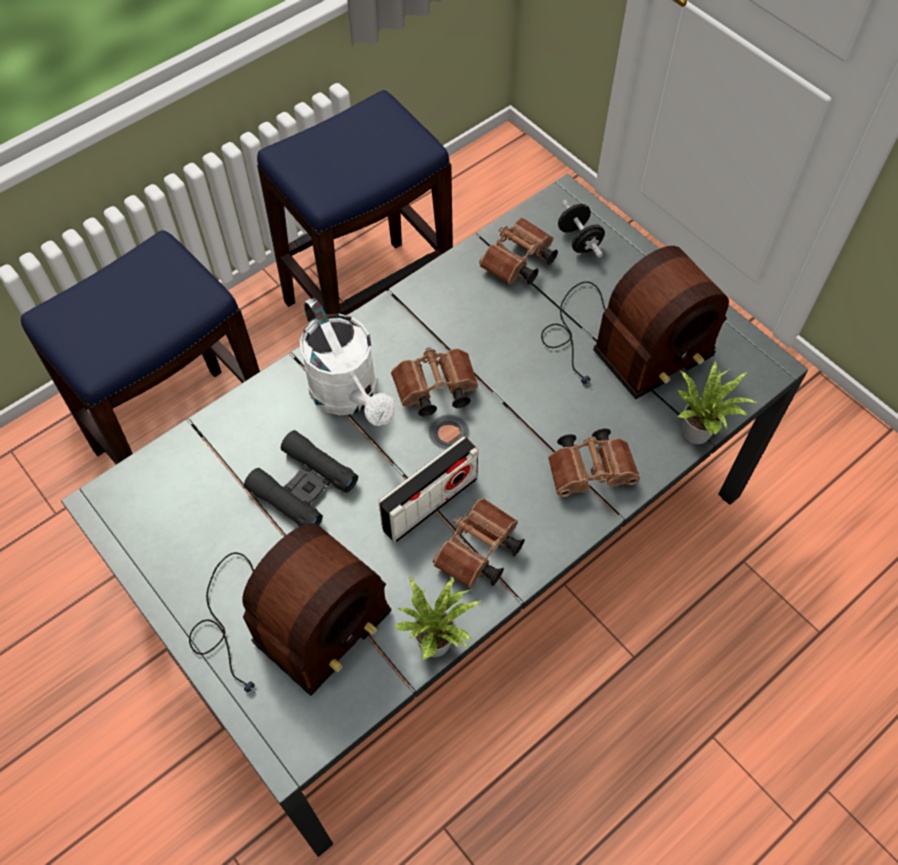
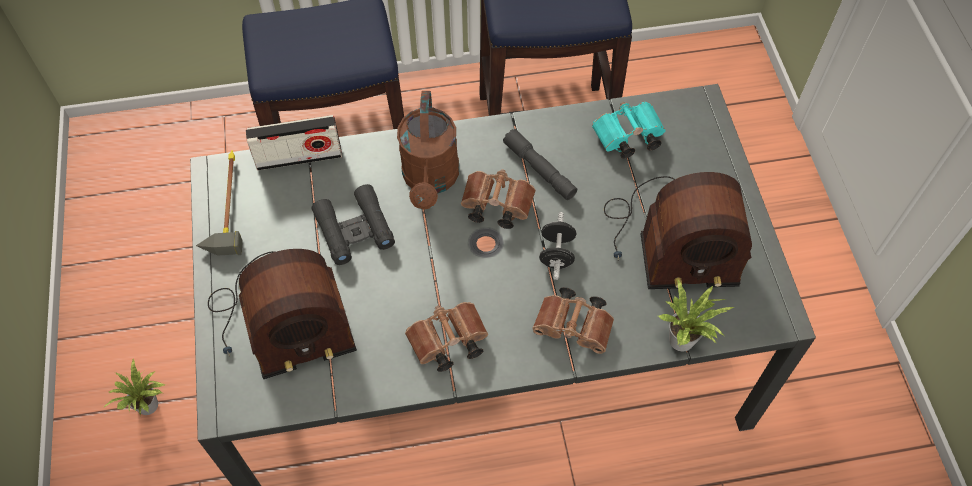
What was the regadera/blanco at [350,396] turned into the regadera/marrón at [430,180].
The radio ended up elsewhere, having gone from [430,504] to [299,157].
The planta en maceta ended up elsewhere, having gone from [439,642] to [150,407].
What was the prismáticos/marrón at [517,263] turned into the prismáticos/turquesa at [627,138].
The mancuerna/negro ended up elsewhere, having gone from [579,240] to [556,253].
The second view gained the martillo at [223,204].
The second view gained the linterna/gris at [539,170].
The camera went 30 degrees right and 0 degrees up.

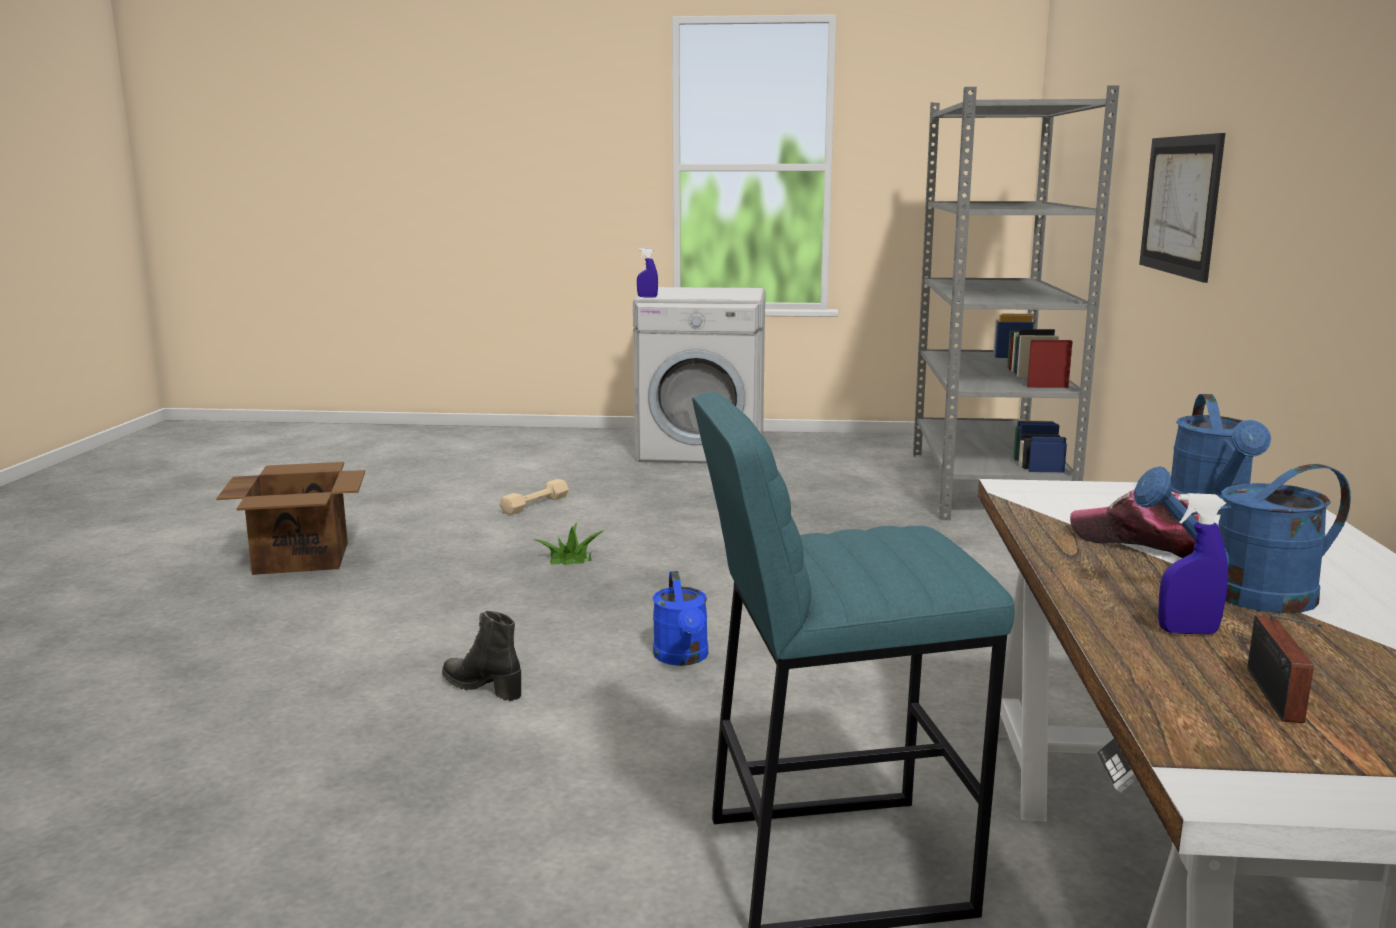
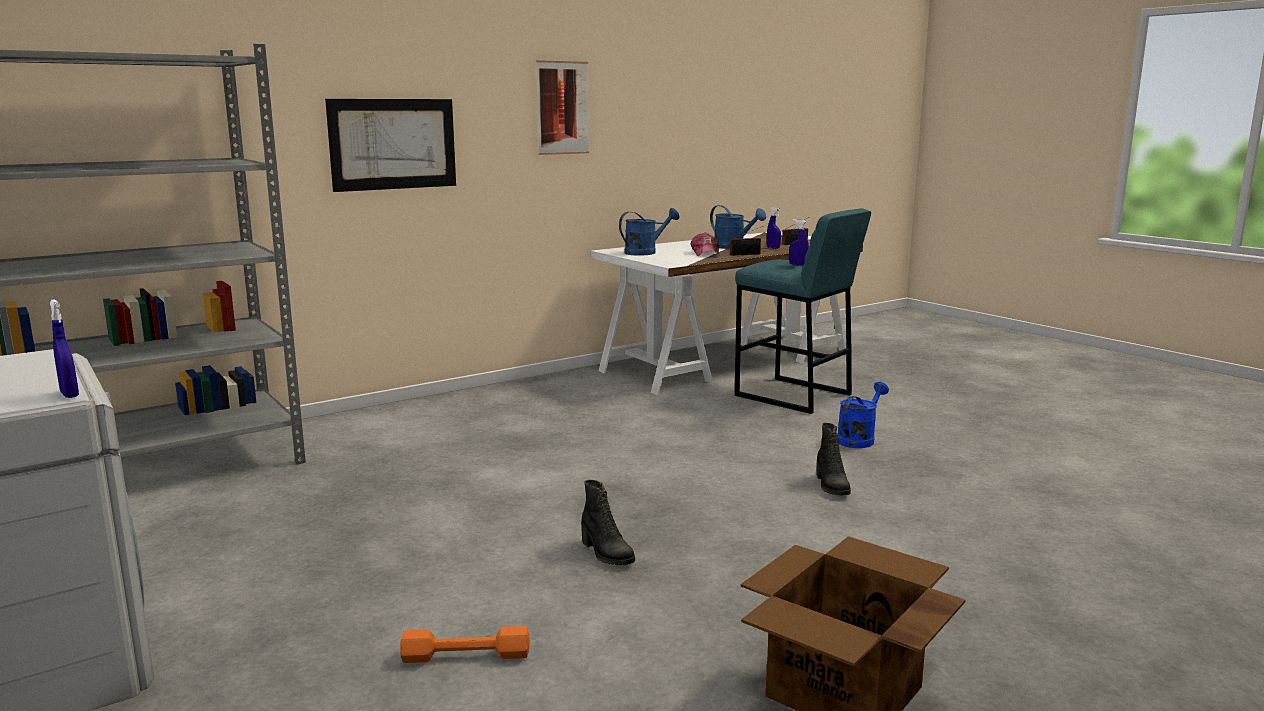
What was the mancuerna/beis at [535,505] turned into the mancuerna/naranja at [466,655].
Where the planta en maceta stood at [569,558], the bota/negro came to stand at [606,554].
The regadera/azul ended up elsewhere, having gone from [683,658] to [858,439].
The second view gained the cuadro at [562,108].
The second view gained the radio at [747,254].
The second view gained the pulverizador/azul at [798,265].
The camera went 130 degrees left and 0 degrees up.

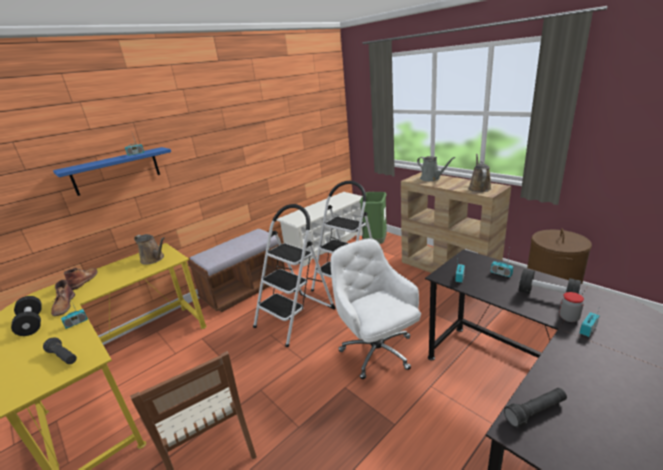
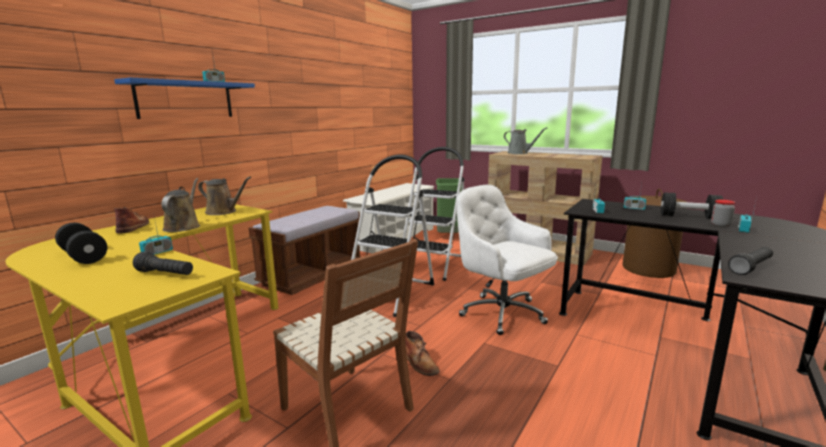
The bota/marrón ended up elsewhere, having gone from [64,305] to [420,363].
The regadera/marrón ended up elsewhere, having gone from [479,188] to [183,226].
The camera went 15 degrees left and 10 degrees down.

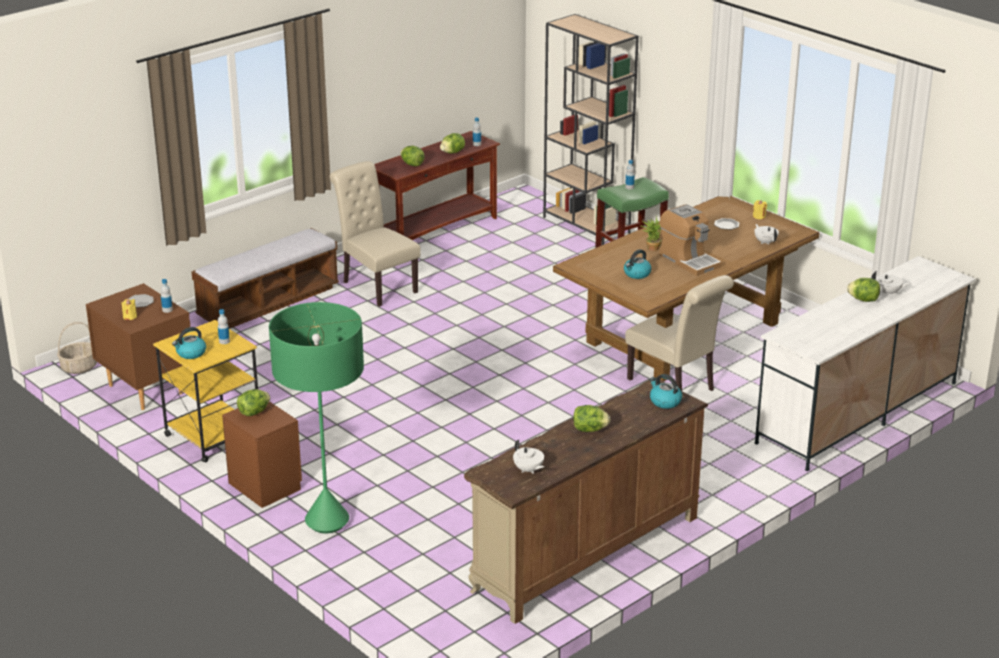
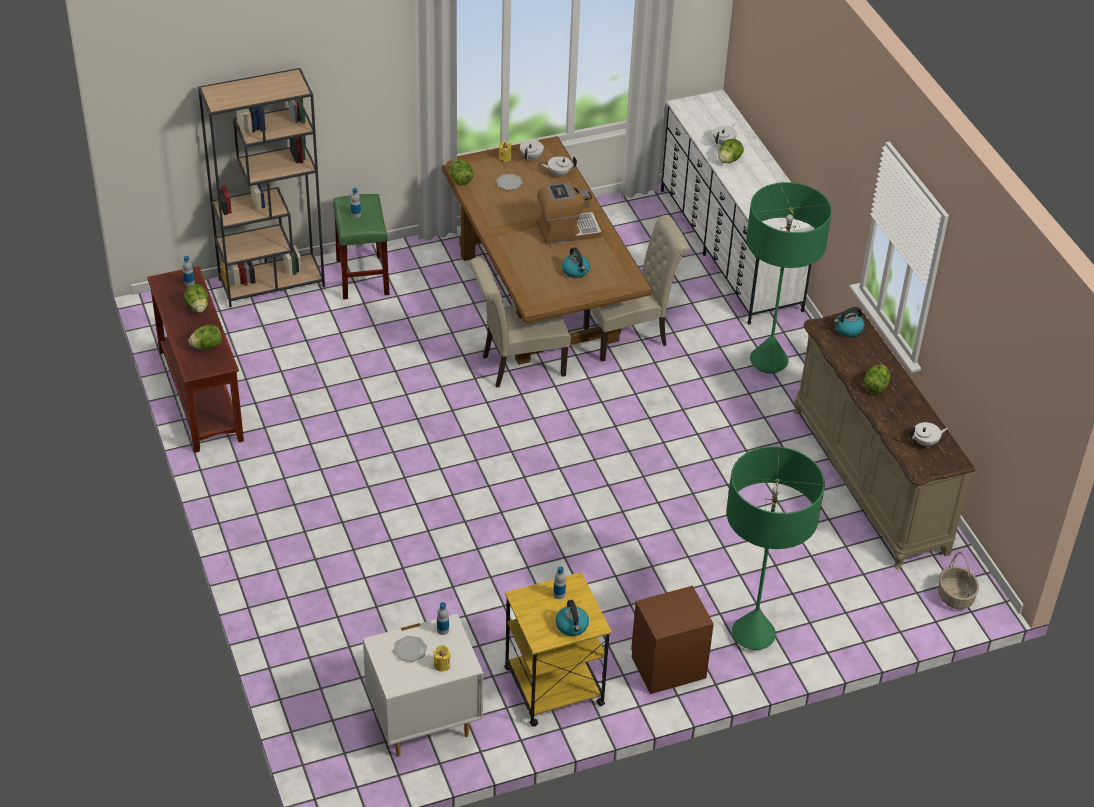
The cesta ended up elsewhere, having gone from [79,367] to [955,596].
What was the mesita de noche/marrón at [146,389] turned into the mesita de noche/blanco at [424,724].
The second view lost the banco at [269,303].
The lechuga ended up elsewhere, having gone from [254,412] to [460,180].
The silla/beis ended up elsewhere, having gone from [376,285] to [518,366].
The second view lost the planta en maceta at [651,248].
The second view gained the tetera/blanco at [531,157].
The second view gained the lámpara de pie/verde at [768,363].
The camera went 70 degrees left and 15 degrees up.

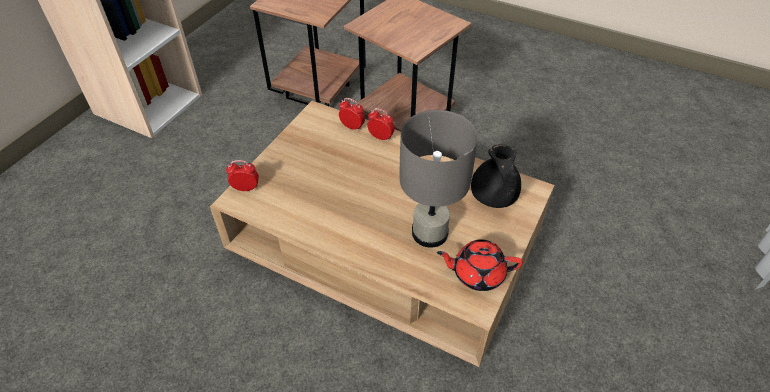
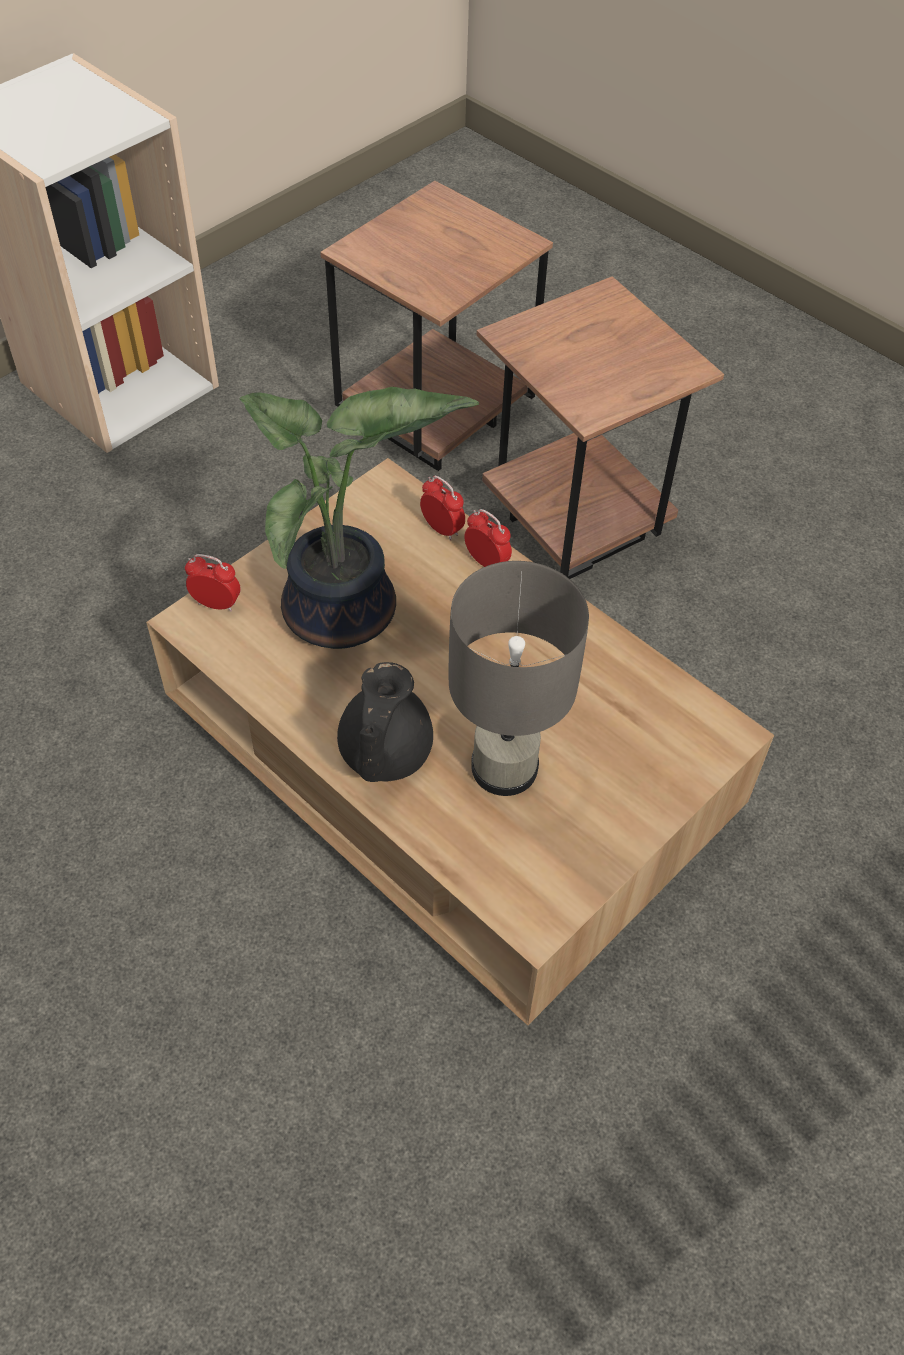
The second view lost the tetera/rojo at [477,273].
The tetera/negro ended up elsewhere, having gone from [494,196] to [383,754].
The second view gained the planta en maceta at [344,617].
The camera went 15 degrees right and 5 degrees up.

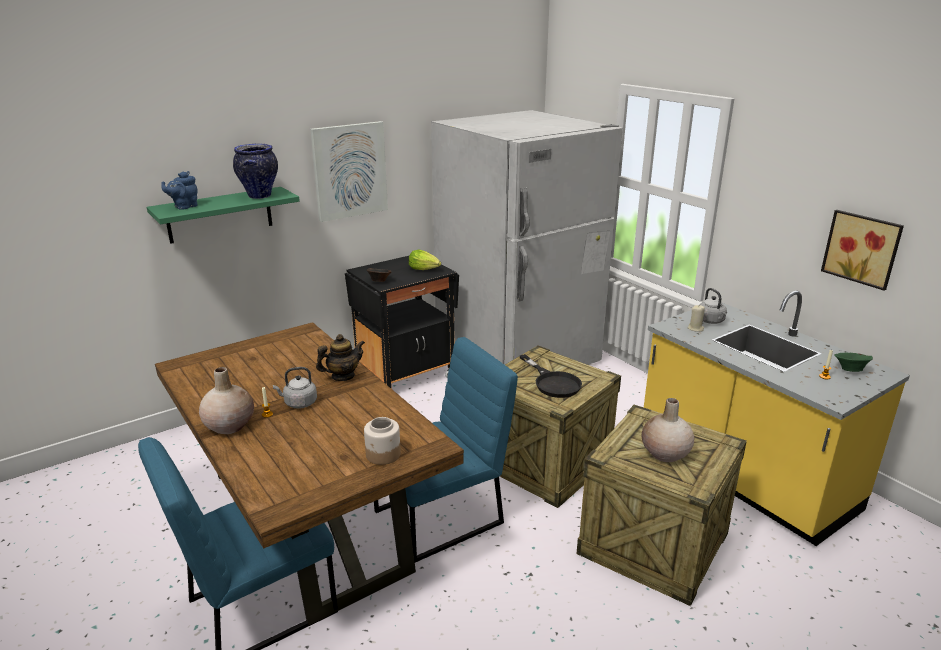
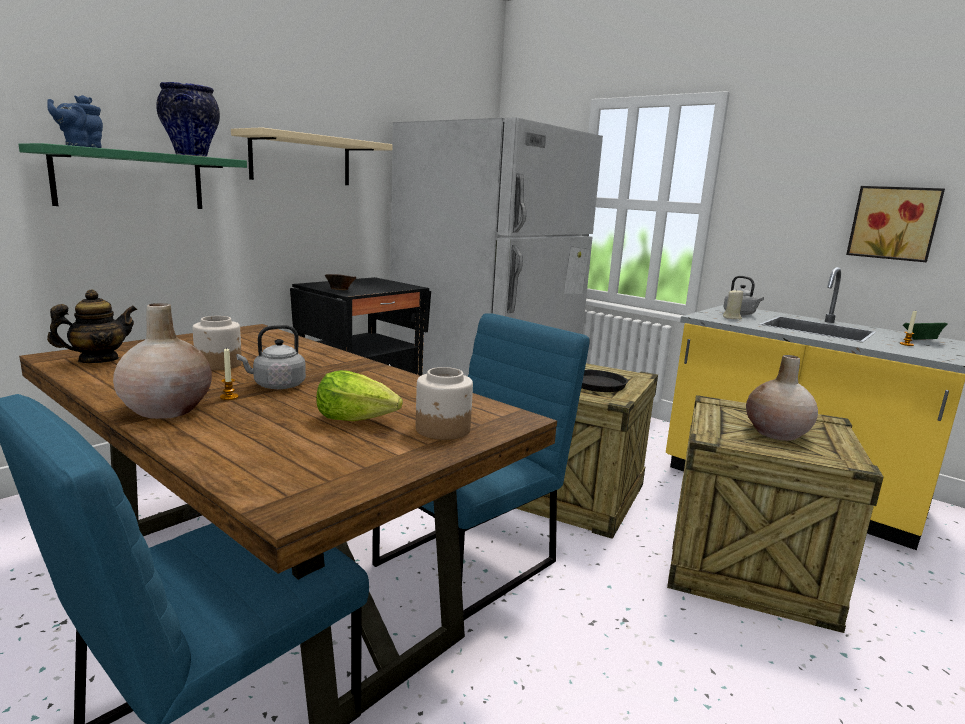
Where the cuadro hung at [349,171], the estante/beis came to hang at [301,160].
The tetera ended up elsewhere, having gone from [342,376] to [98,360].
The lechuga ended up elsewhere, having gone from [424,269] to [357,419].
The second view gained the tarro at [219,364].
The camera went 15 degrees left and 10 degrees down.

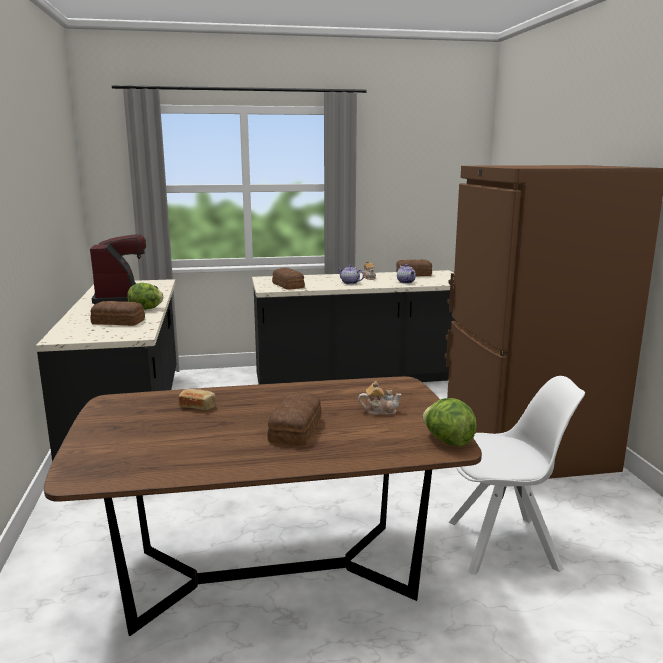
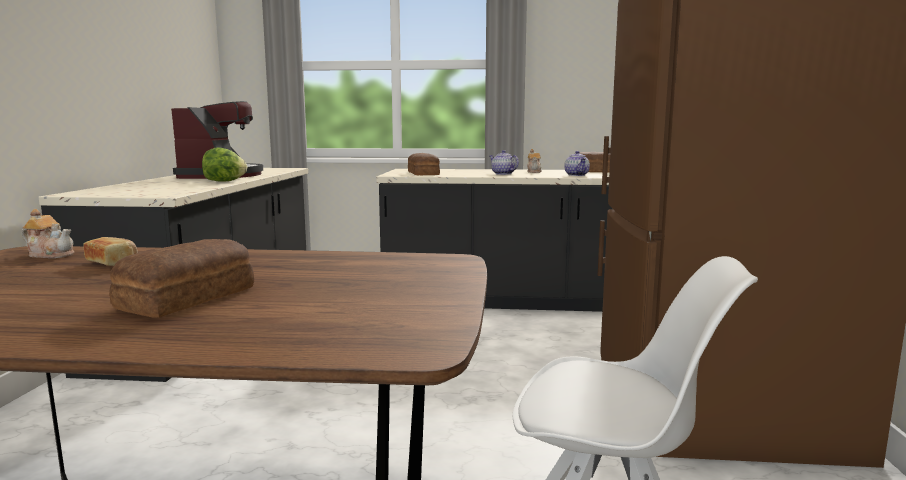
The second view lost the pan at [118,322].
The tetera ended up elsewhere, having gone from [379,411] to [51,254].
The second view lost the lechuga at [447,441].
The camera went 15 degrees right and 5 degrees down.

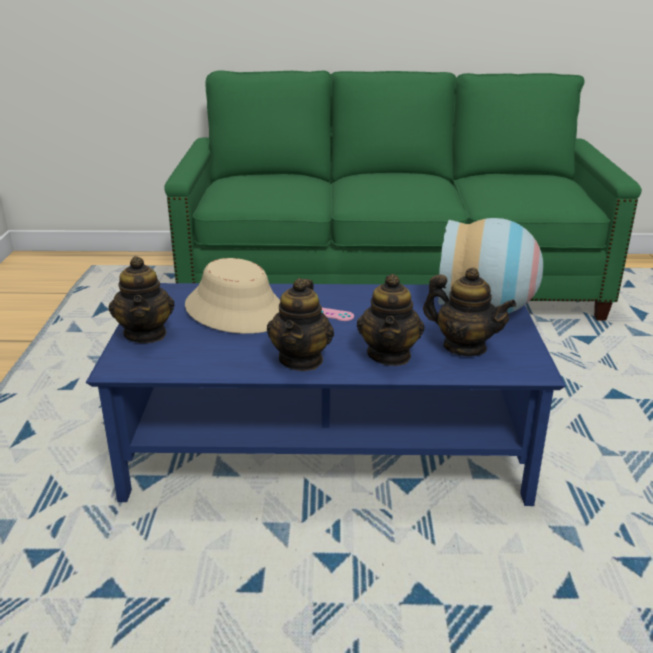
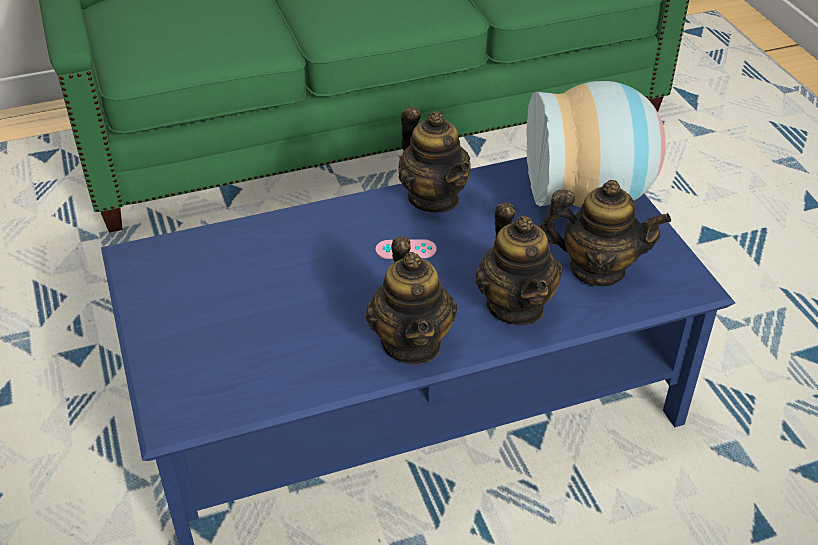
The tetera ended up elsewhere, having gone from [146,334] to [434,198].
The second view lost the sombrero/beis at [236,310].
The camera went 20 degrees left and 15 degrees up.

